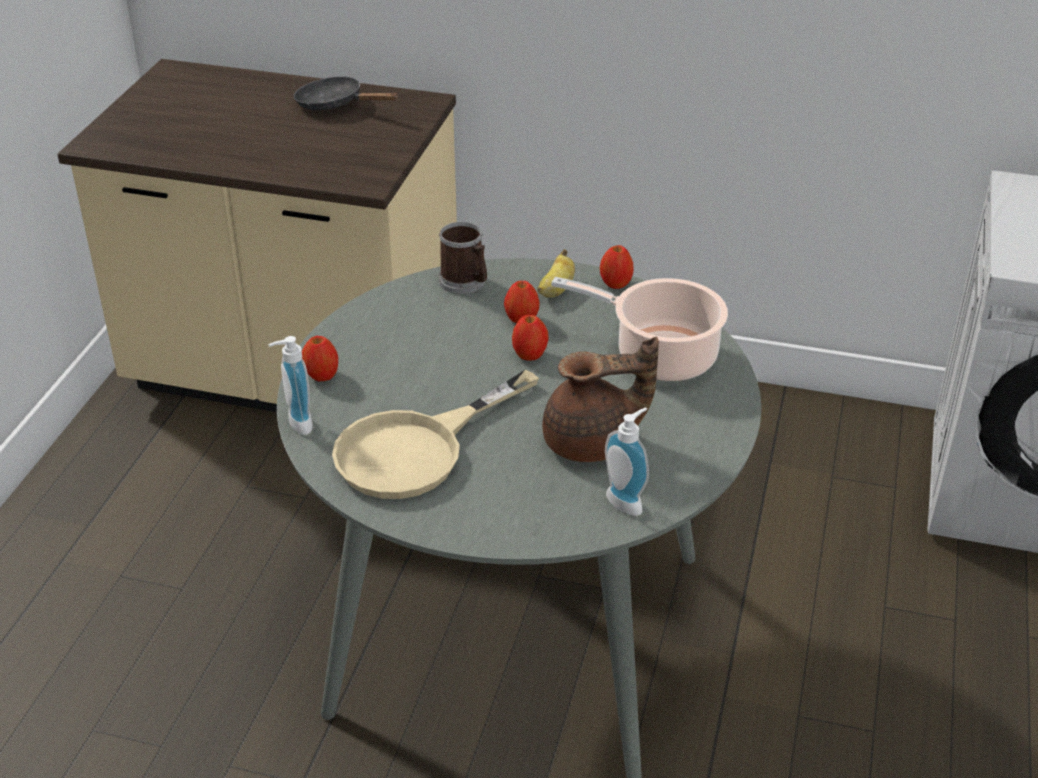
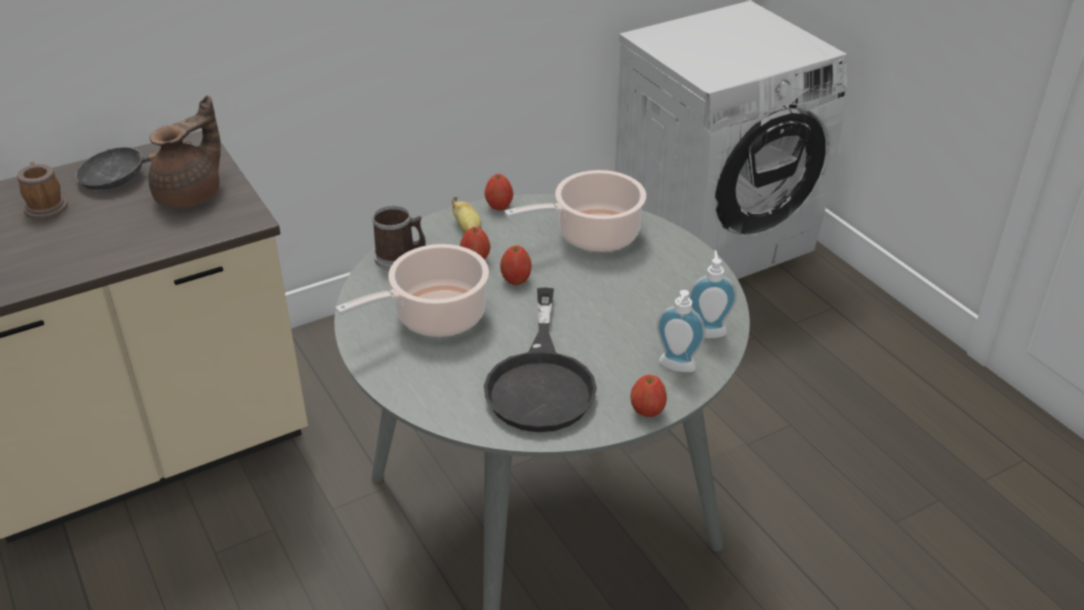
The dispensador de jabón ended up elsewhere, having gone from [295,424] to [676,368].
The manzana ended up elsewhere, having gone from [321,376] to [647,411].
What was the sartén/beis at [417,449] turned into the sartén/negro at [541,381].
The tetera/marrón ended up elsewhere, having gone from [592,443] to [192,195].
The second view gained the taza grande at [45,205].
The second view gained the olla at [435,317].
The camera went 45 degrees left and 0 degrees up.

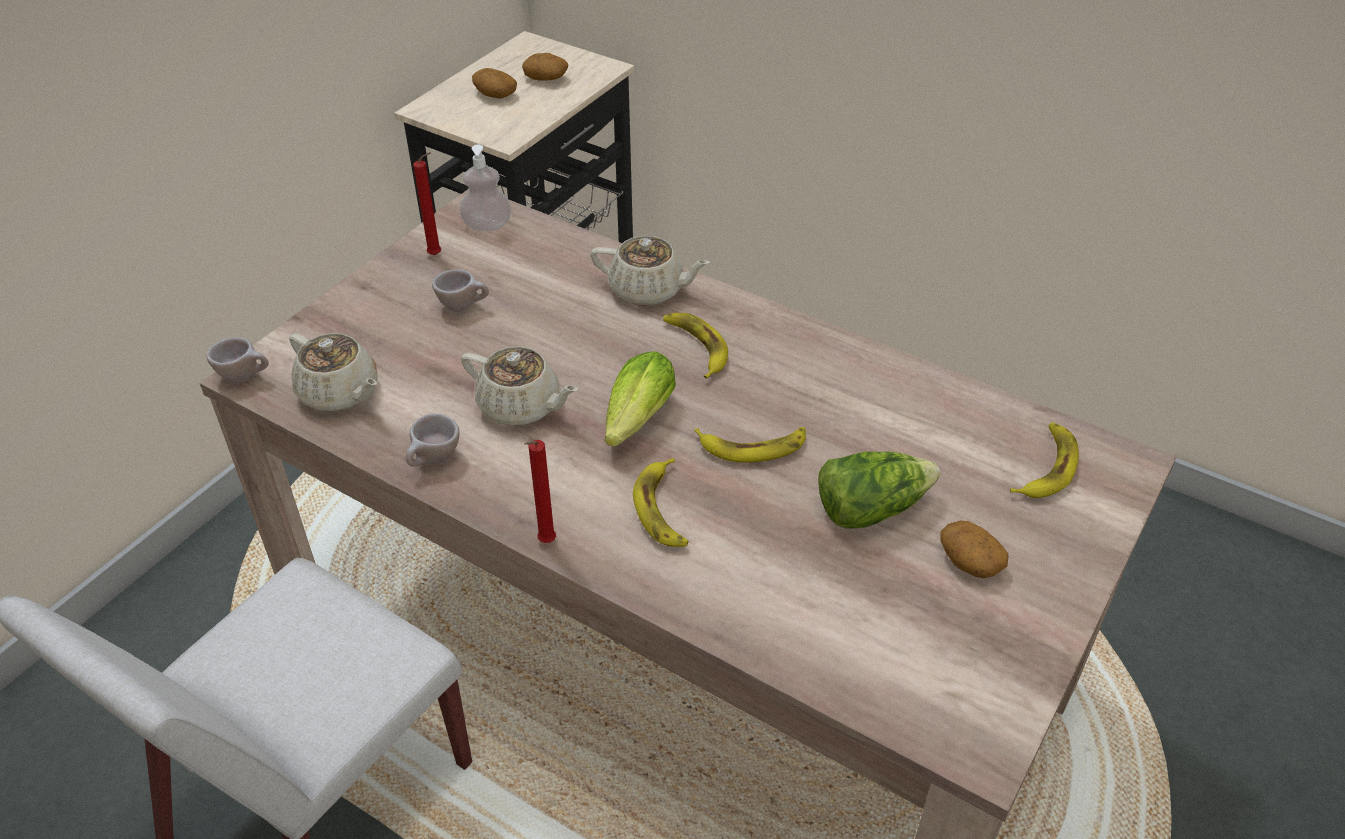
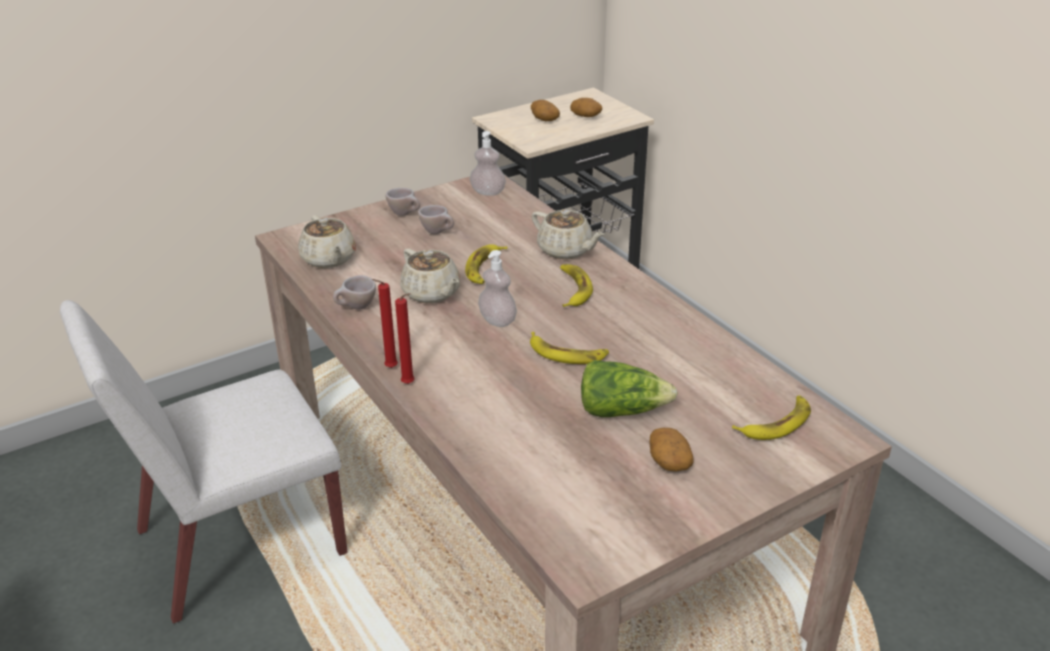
The taza/beis ended up elsewhere, having gone from [245,377] to [405,214].
The vela/rojo ended up elsewhere, having gone from [437,255] to [410,384].
Where the lechuga stood at [635,423], the dispensador de jabón came to stand at [497,320].
The plátano ended up elsewhere, having gone from [663,509] to [484,268].
The camera went 25 degrees right and 10 degrees down.

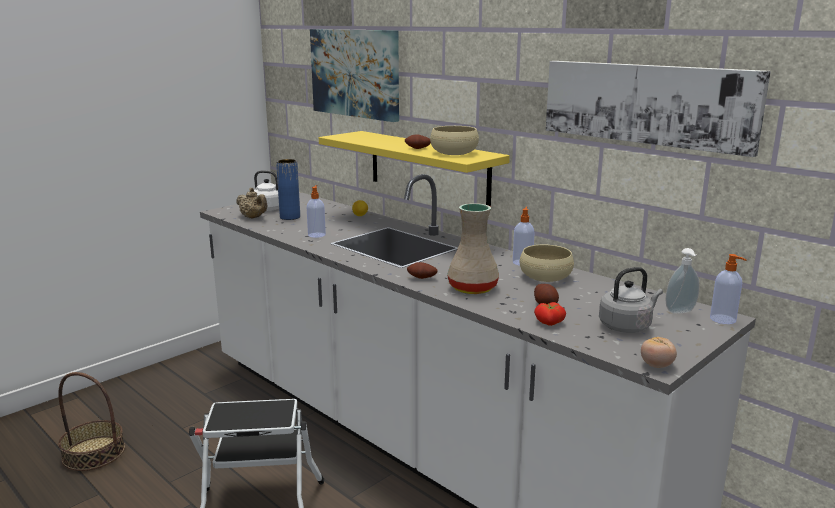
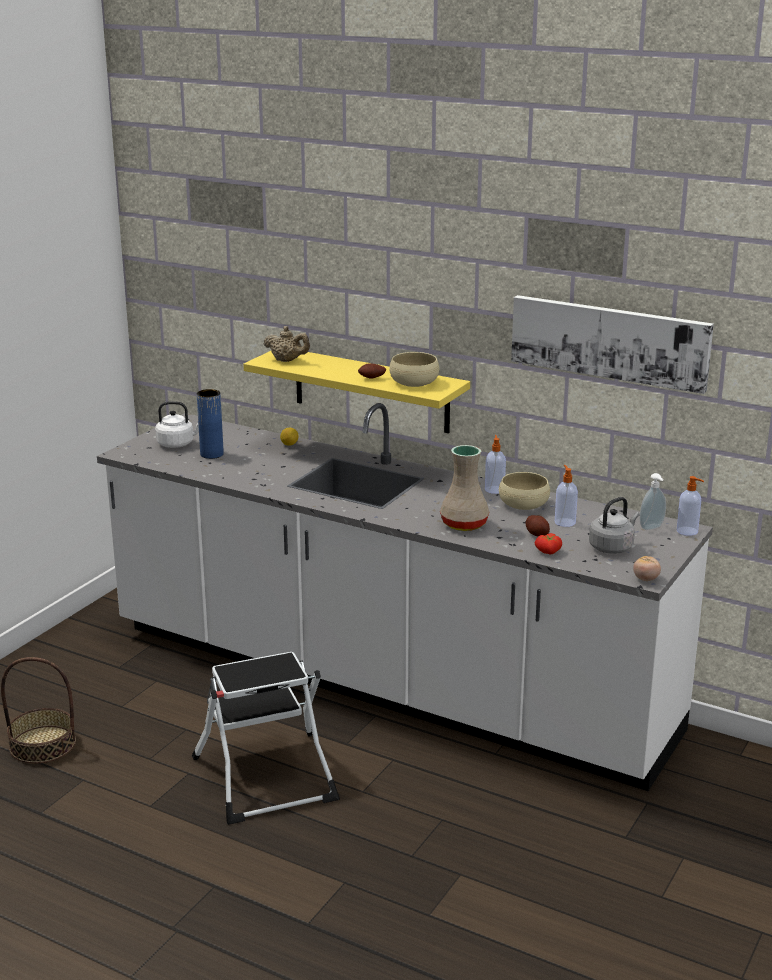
The tetera/beis ended up elsewhere, having gone from [253,217] to [287,360].
The dispensador de jabón ended up elsewhere, having gone from [317,235] to [564,522].
The second view lost the cuadro at [355,73].
The second view lost the patata at [421,278].
The camera went 15 degrees left and 5 degrees up.

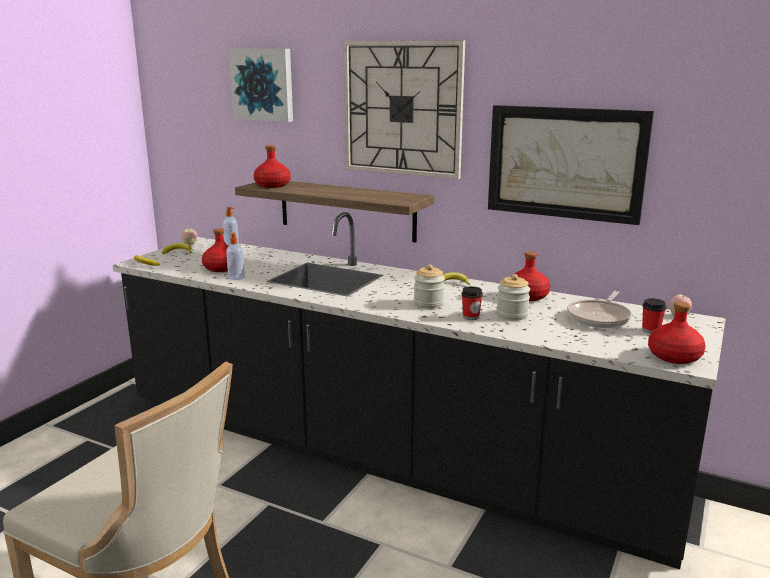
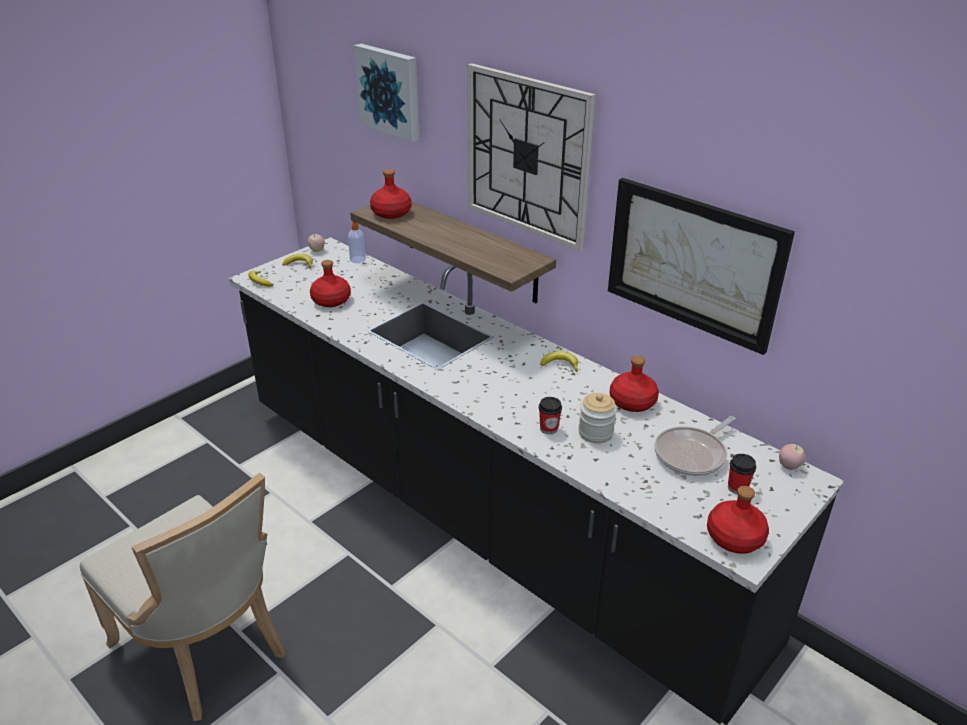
The second view lost the dispensador de jabón at [236,277].
The second view lost the tarro at [428,304].
The camera went 15 degrees right and 15 degrees up.

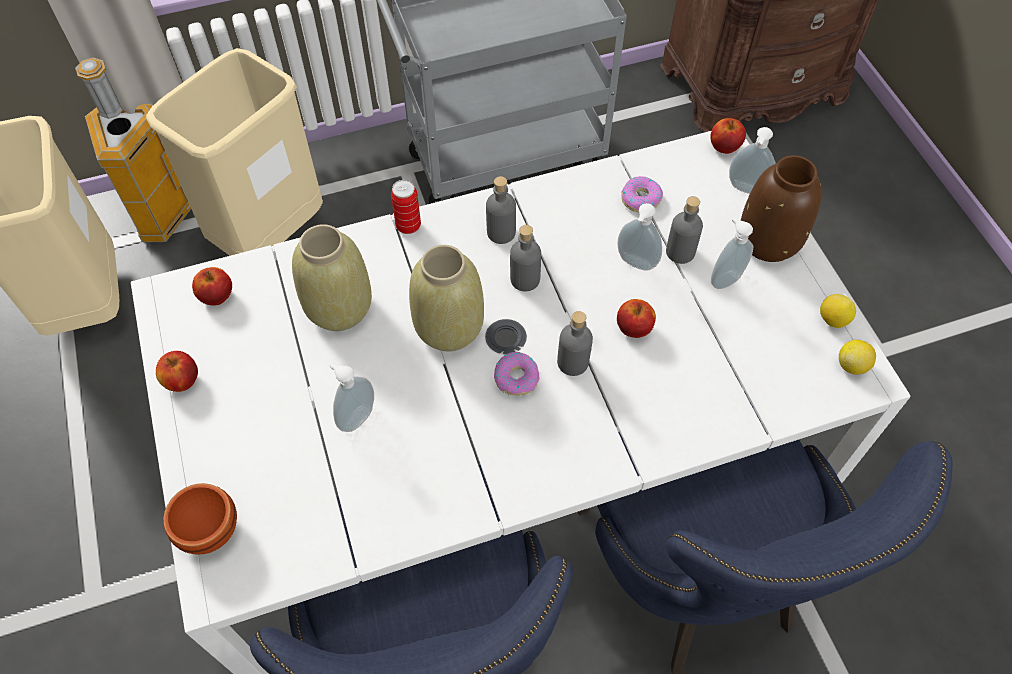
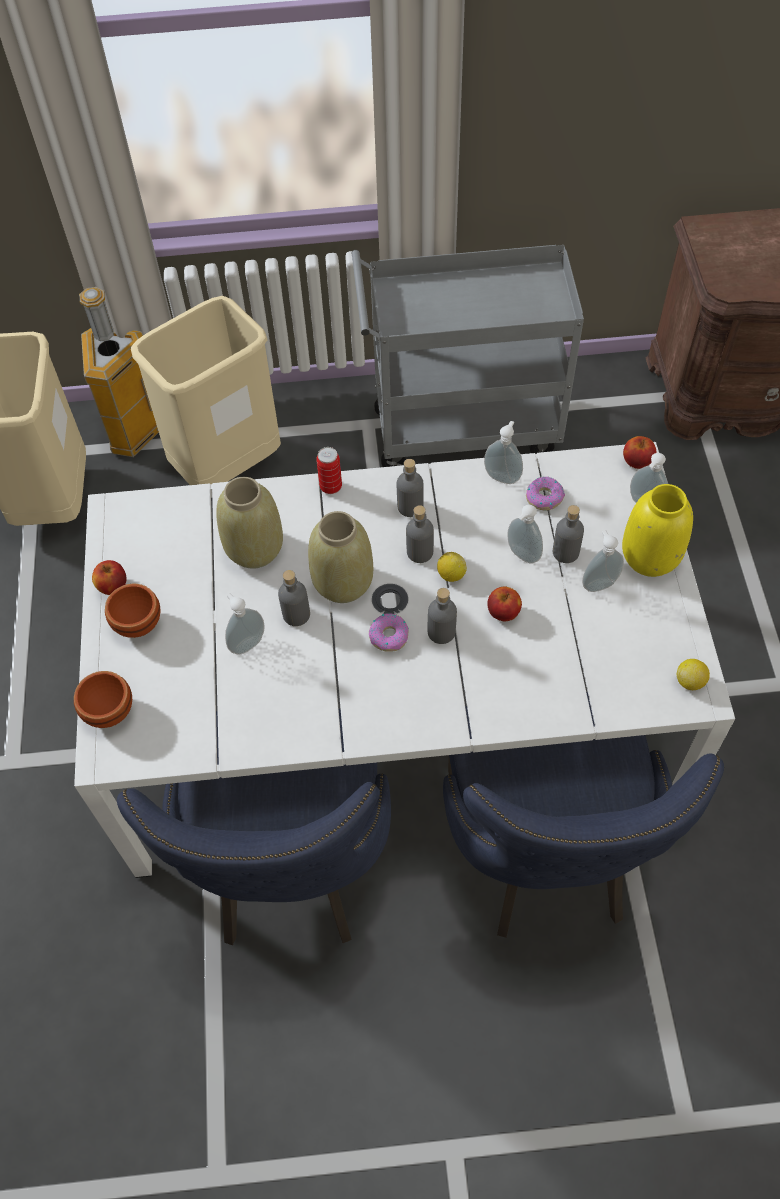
The second view lost the manzana at [217,296].
What was the florero/marrón at [767,240] turned into the florero/amarillo at [649,556].
The limón ended up elsewhere, having gone from [832,319] to [451,574].
The second view gained the cuenco/marrón at [136,624].
The second view gained the botella/gris at [296,614].
The second view gained the dispensador de jabón at [503,476].
The camera went 15 degrees right and 0 degrees up.

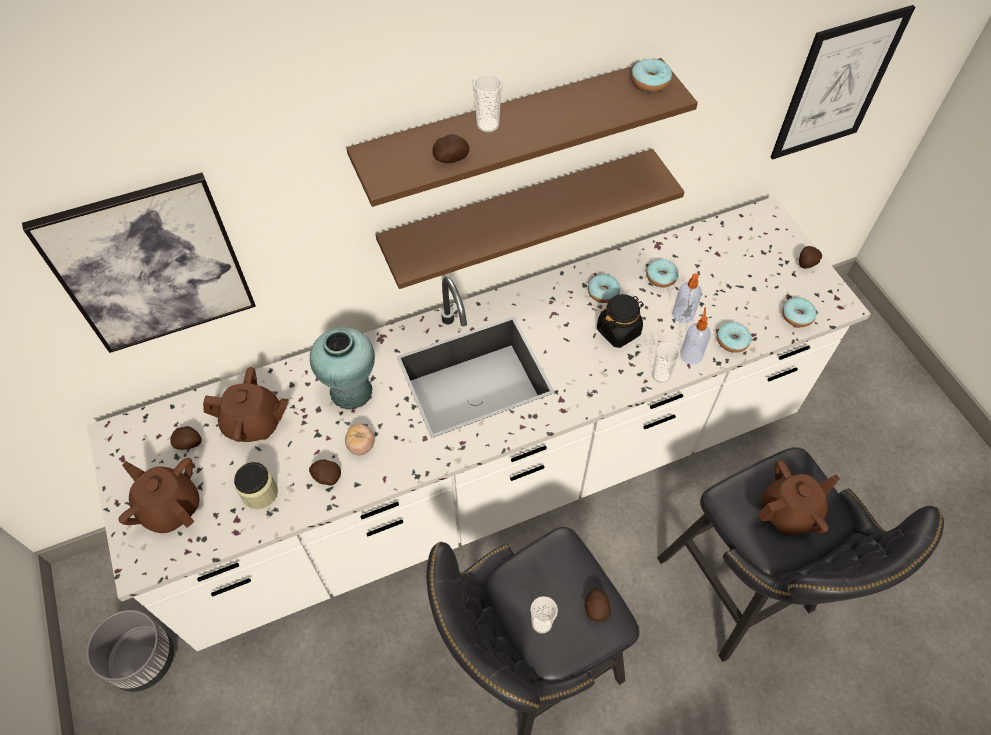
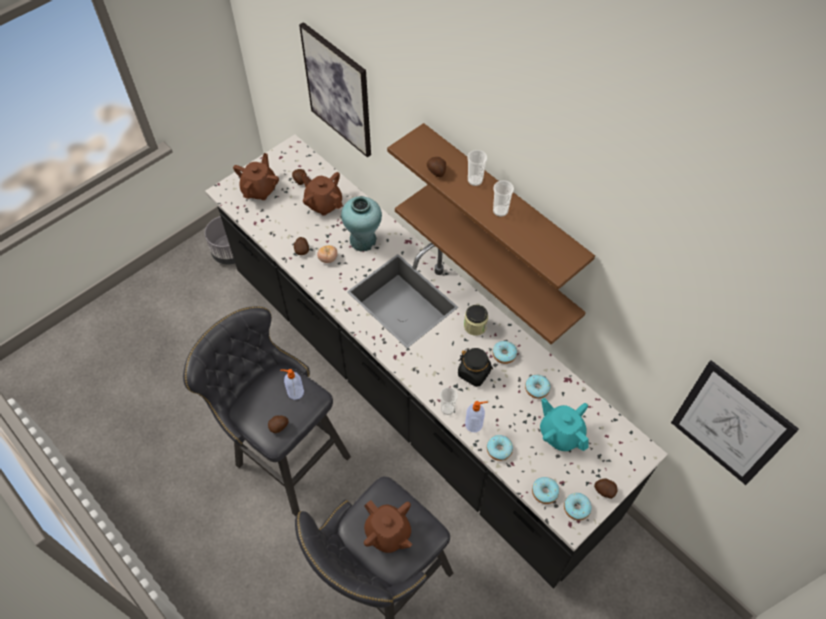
What was the mueble bajo de cocina/blanco at [495,477] turned into the mueble bajo de cocina/negro at [413,391].
The tetera/marrón at [254,423] ended up facing another way, 150 degrees clockwise from before.
The tarro ended up elsewhere, having gone from [260,493] to [475,326].
The taza ended up elsewhere, having gone from [541,623] to [500,211].
The rosquilla ended up elsewhere, having gone from [650,82] to [576,508].
The dispensador de jabón ended up elsewhere, having gone from [682,315] to [295,392].
The second view gained the tetera/turquesa at [561,433].
The camera went 70 degrees right and 0 degrees up.

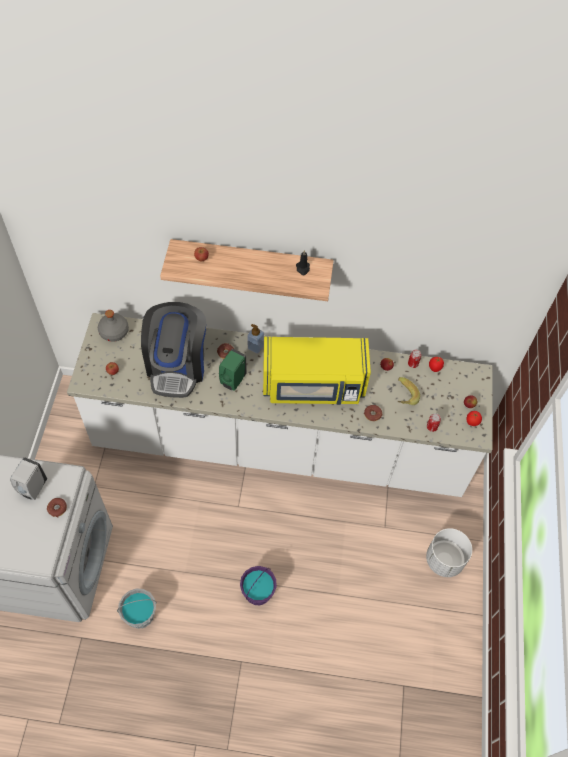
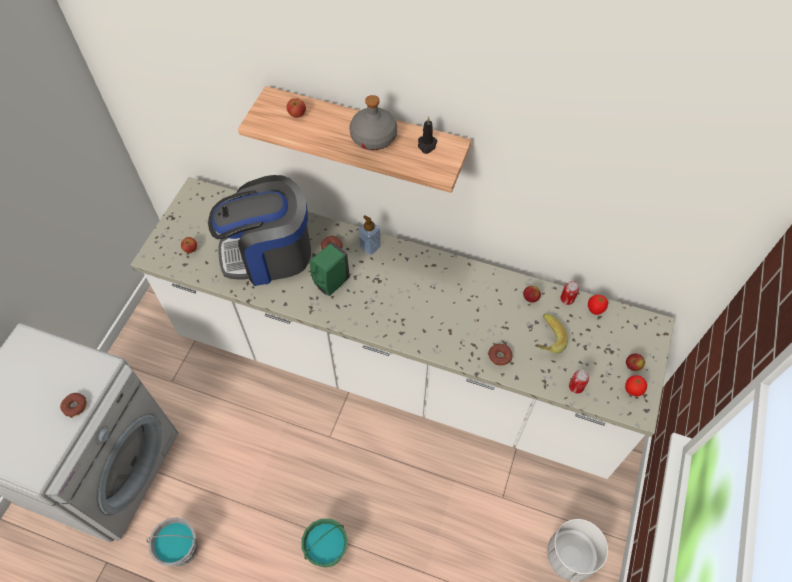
The second view lost the dispensador de jabón/blanco at [33,489].
The botella/gris ended up elsewhere, having gone from [114,332] to [373,138].
The cafetera at [177,365] ended up facing another way, 60 degrees clockwise from before.
What was the cubo/morado at [258,593] turned into the cubo/verde at [327,550].
The second view lost the microondas/amarillo at [313,385].
The camera went 15 degrees right and 0 degrees up.

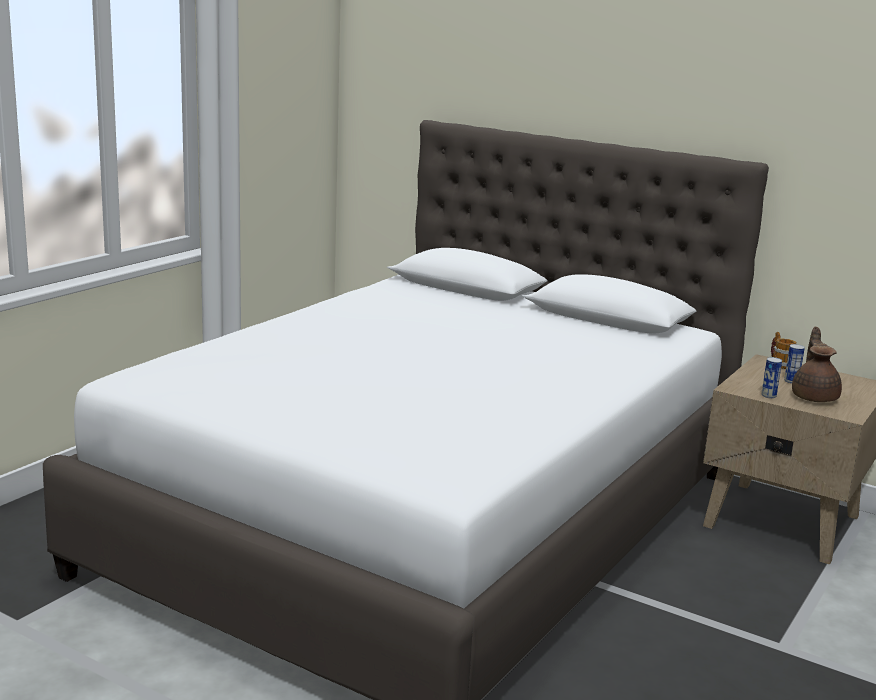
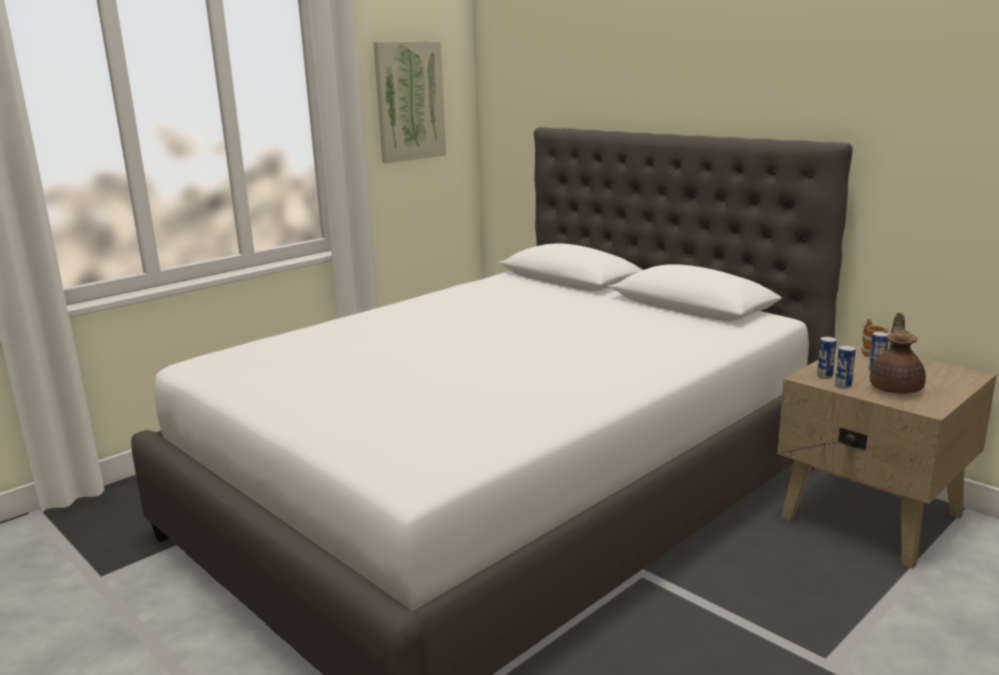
The second view gained the cuadro at [409,101].
The second view gained the lata at [824,376].
The camera went 15 degrees right and 0 degrees up.

